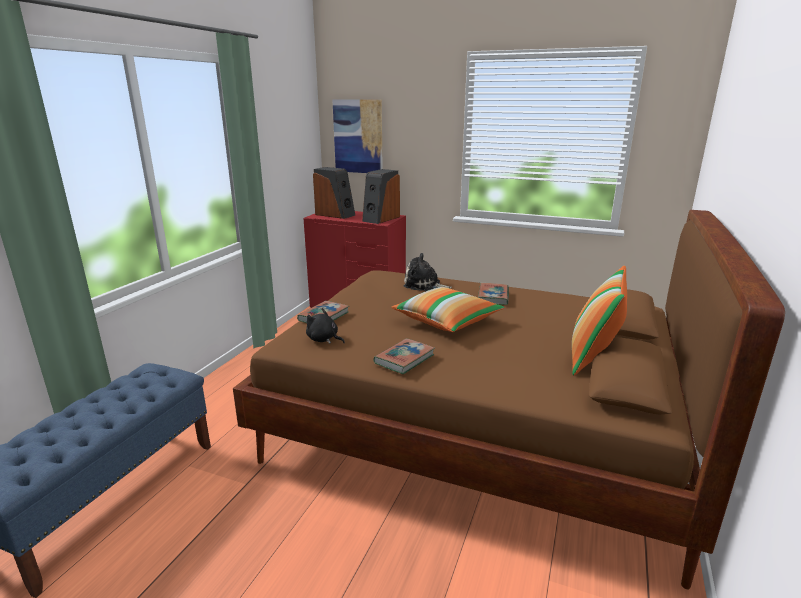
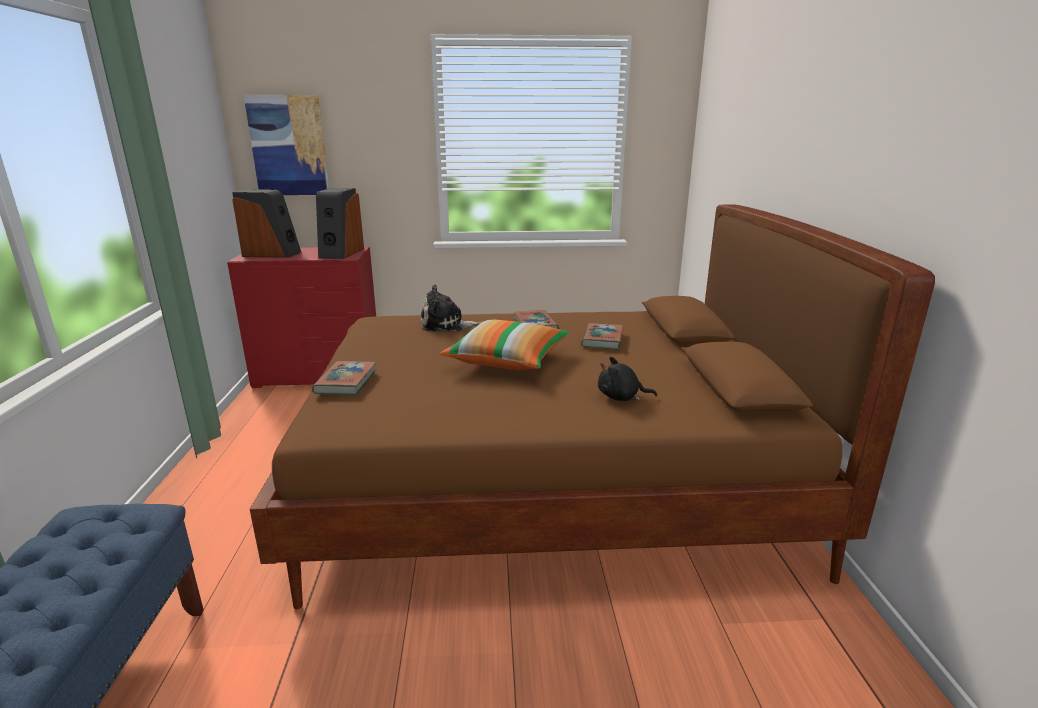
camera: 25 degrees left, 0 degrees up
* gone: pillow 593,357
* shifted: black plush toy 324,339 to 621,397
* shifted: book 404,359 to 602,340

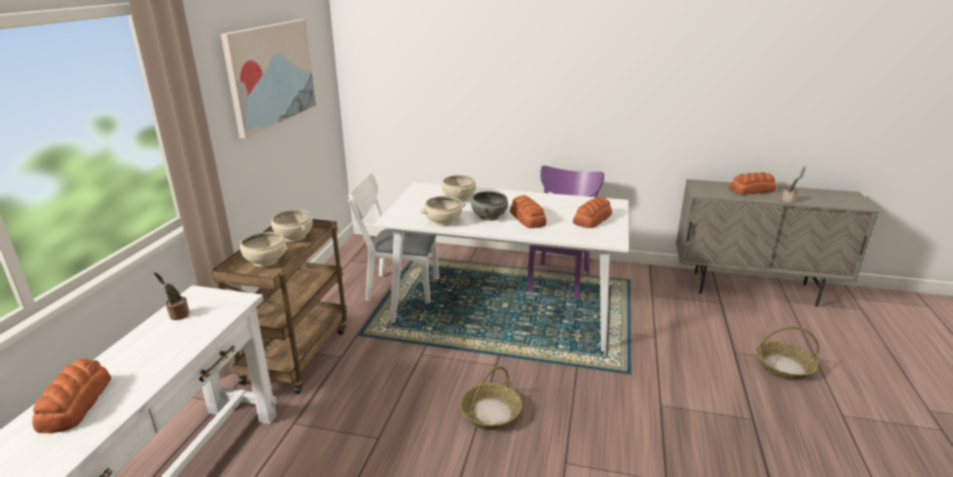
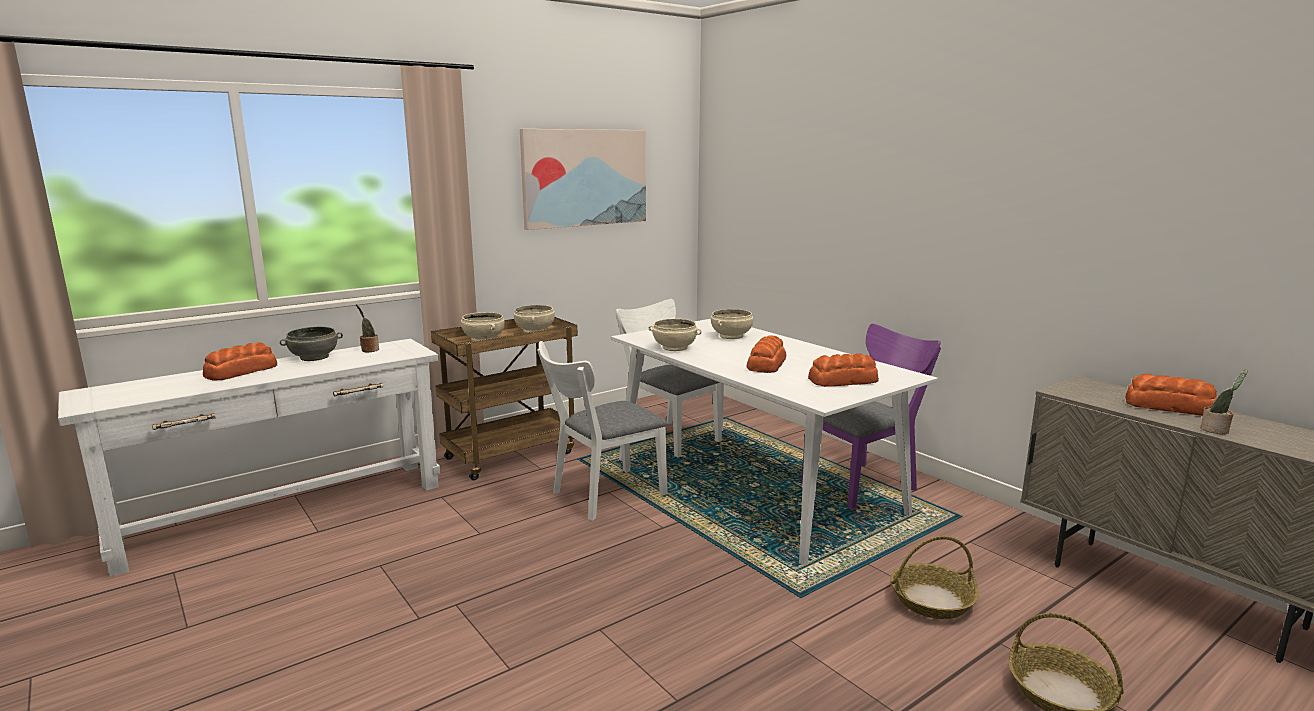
camera: 40 degrees right, 10 degrees down
* new: white chair 602,496
* shifted: basket 490,412 to 932,600
* shifted: grey bowl 488,216 to 314,357

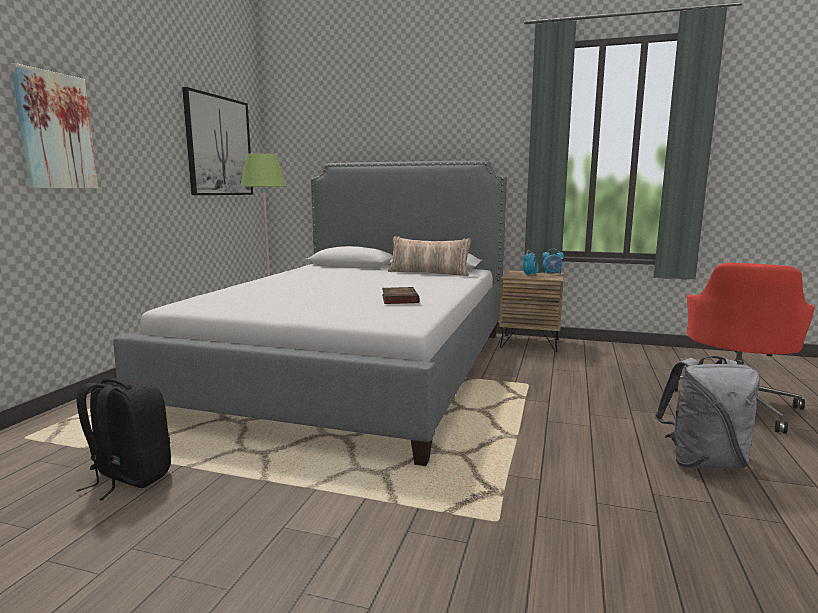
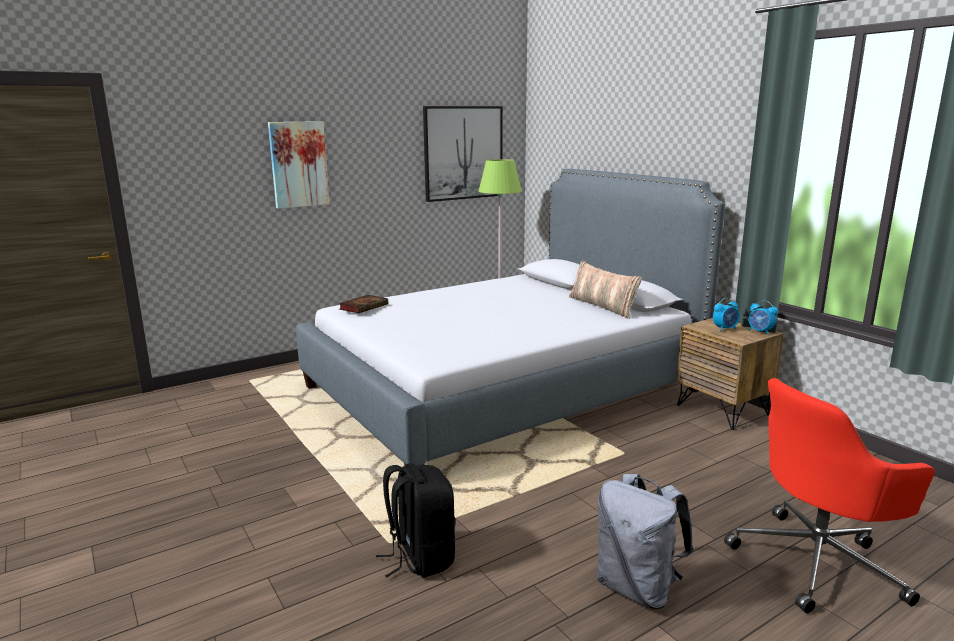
camera: 40 degrees right, 5 degrees up
* shifted: black backpack 129,477 to 420,557
* shifted: book 399,299 to 364,306

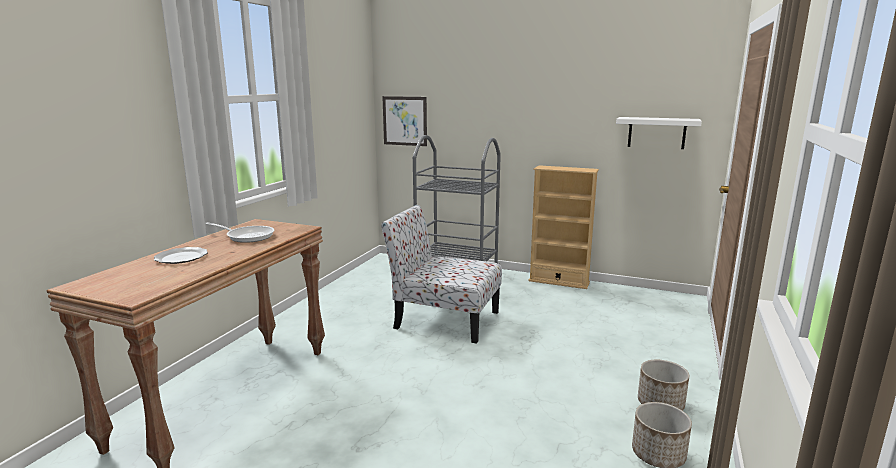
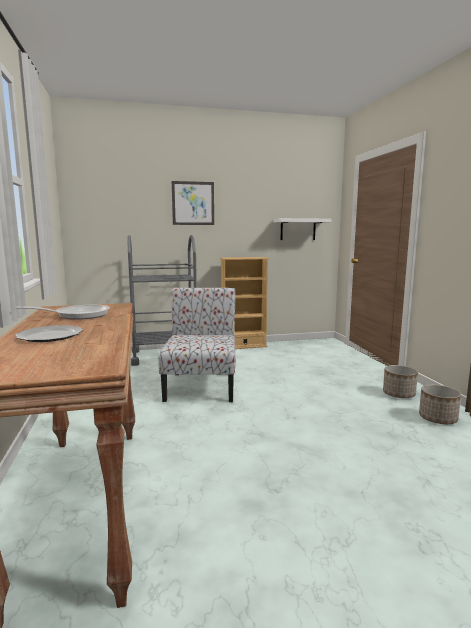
camera: 35 degrees left, 5 degrees down
* shifted: picture 405,121 to 193,203
* rotated: chair 444,320 = 201,385 105 degrees clockwise

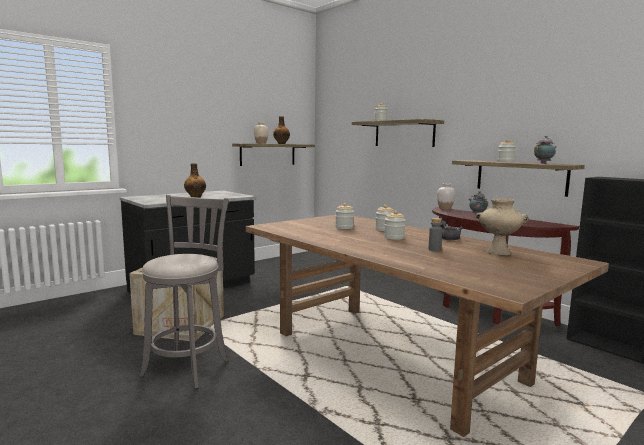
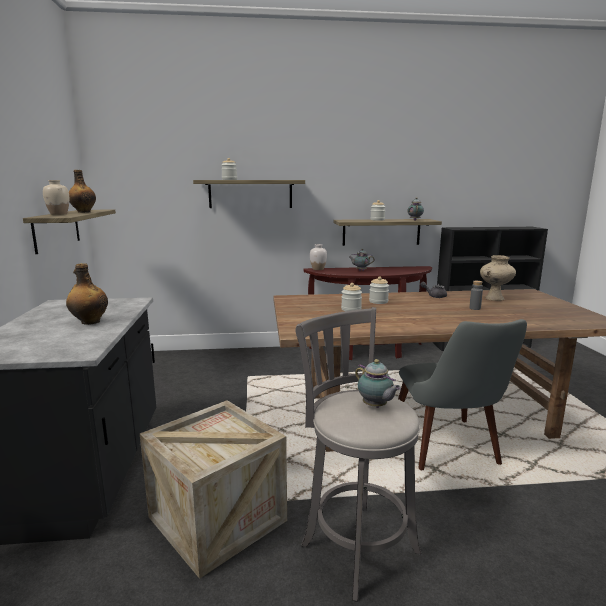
camera: 55 degrees left, 5 degrees up
* gone: jar 394,237
* new: teapot 375,406
* new: grey chair 450,452

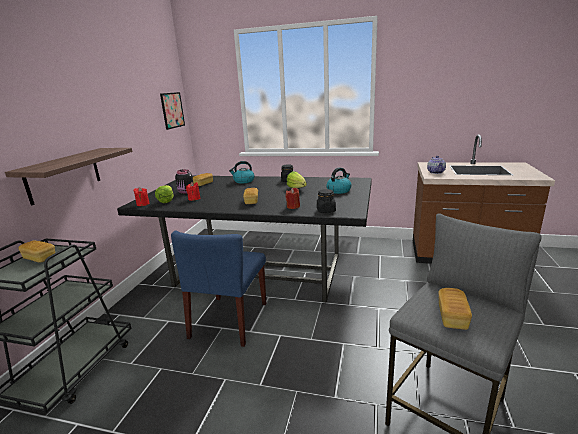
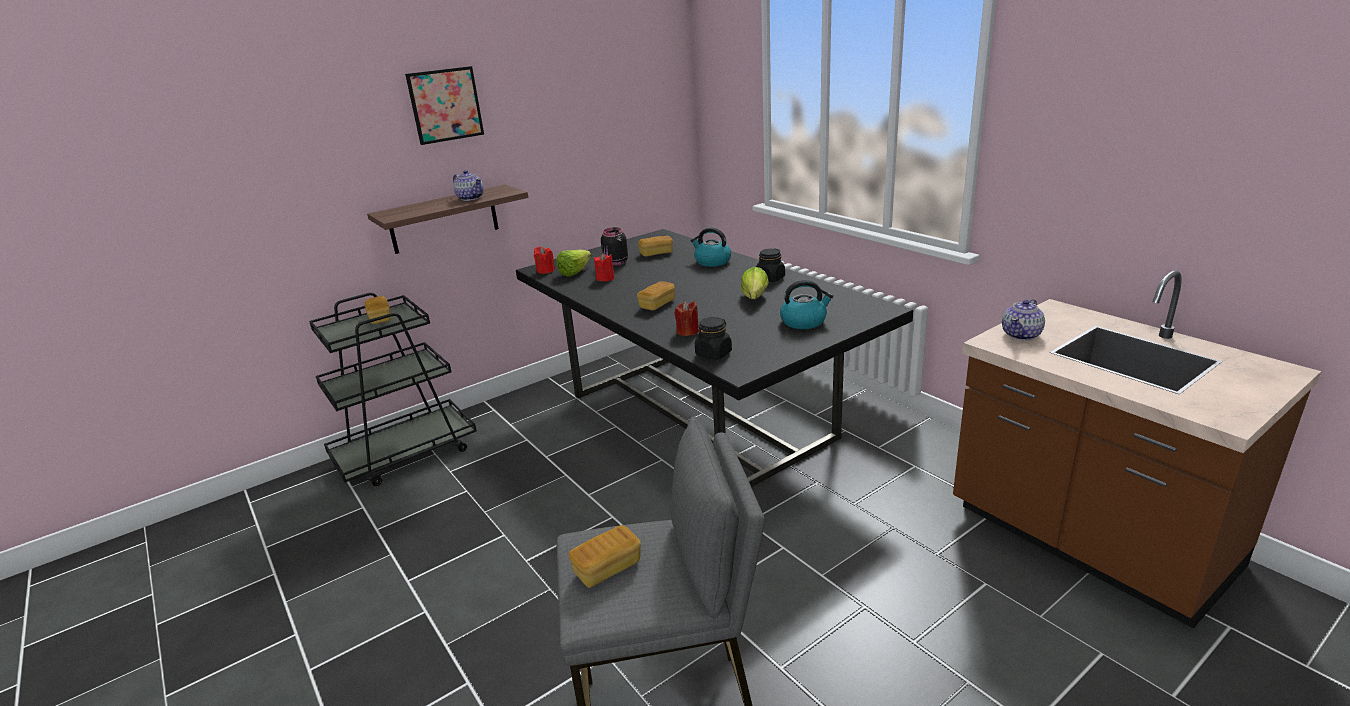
camera: 40 degrees right, 5 degrees up
* gone: blue chair 229,320
* new: teapot 470,198
* shifted: picture 172,110 to 445,105

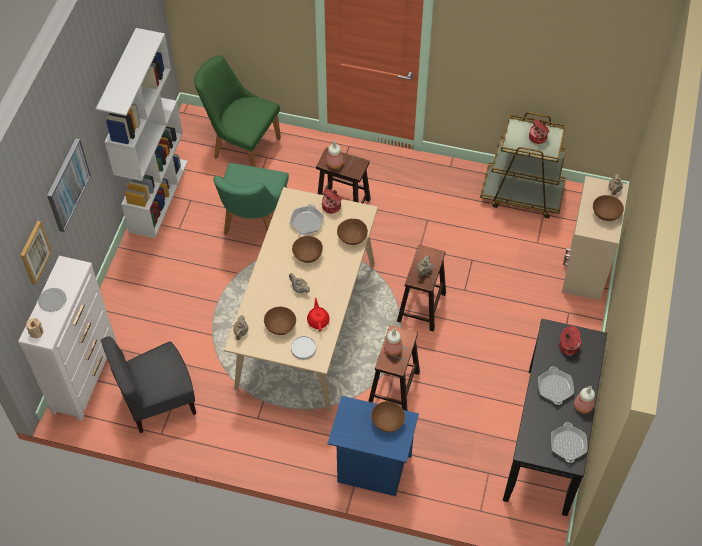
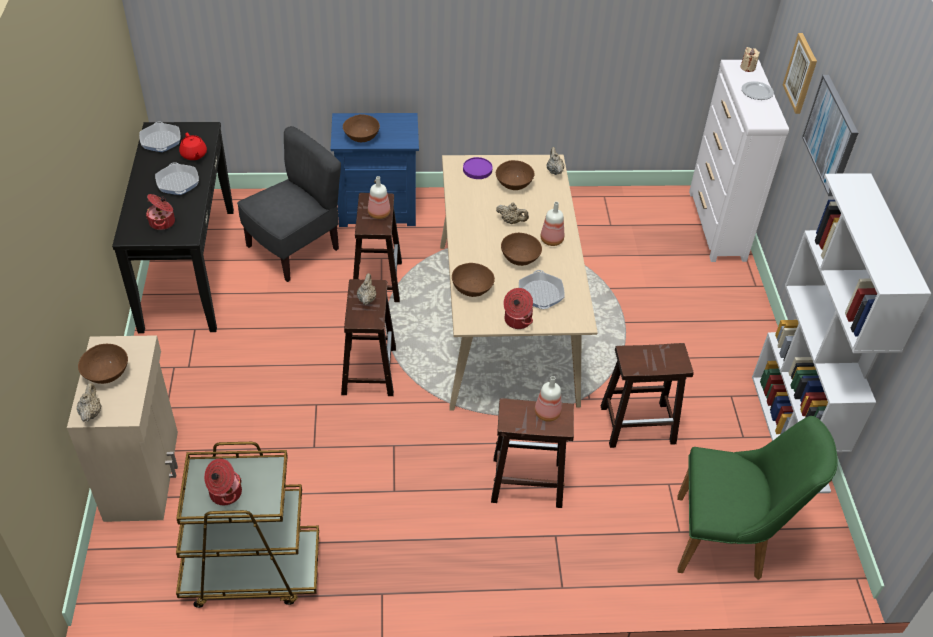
camera: 160 degrees right, 10 degrees down
* shifted: grey chair 158,401 to 294,249
* shifted: red teapot 318,320 to 194,155
* shifted: bottle 582,406 to 552,240
* swapped: green chair 253,224 to brown stool 639,424
* repainted: white plate 303,348 to purple plate 477,170

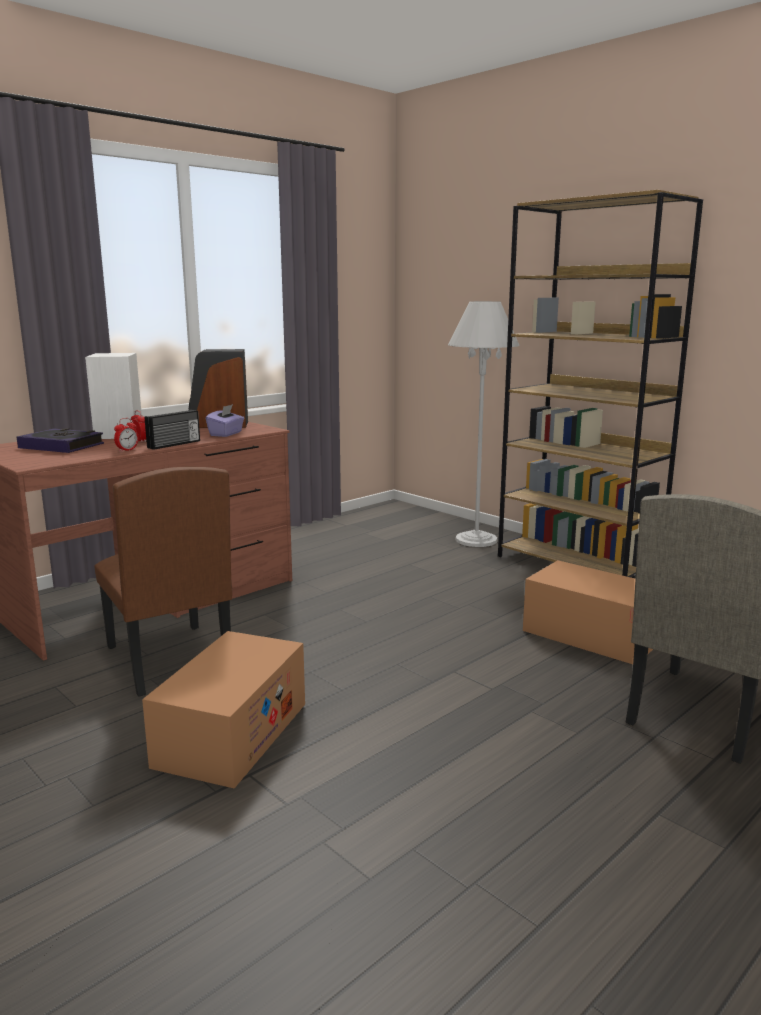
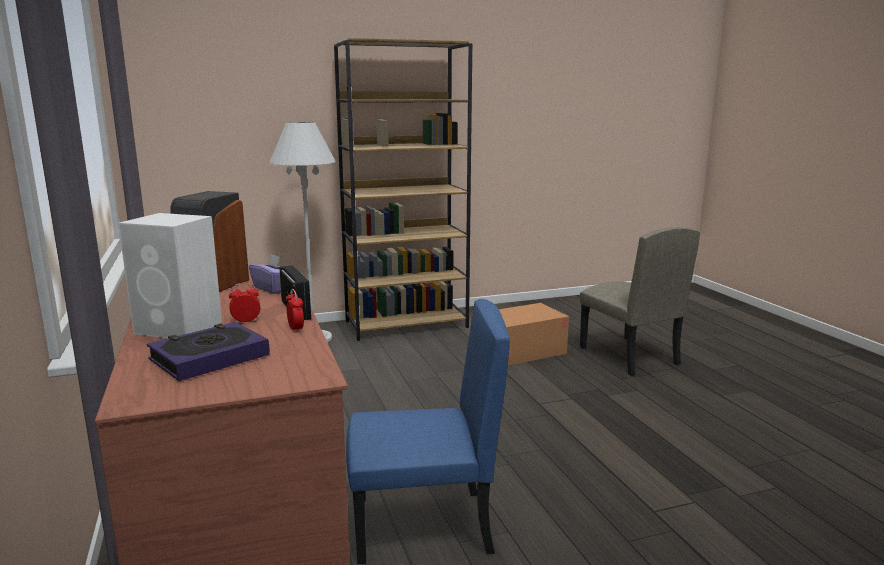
camera: 65 degrees left, 0 degrees up
* gone: cardboard box 232,734
* repainted: brown chair 168,659 to blue chair 422,526

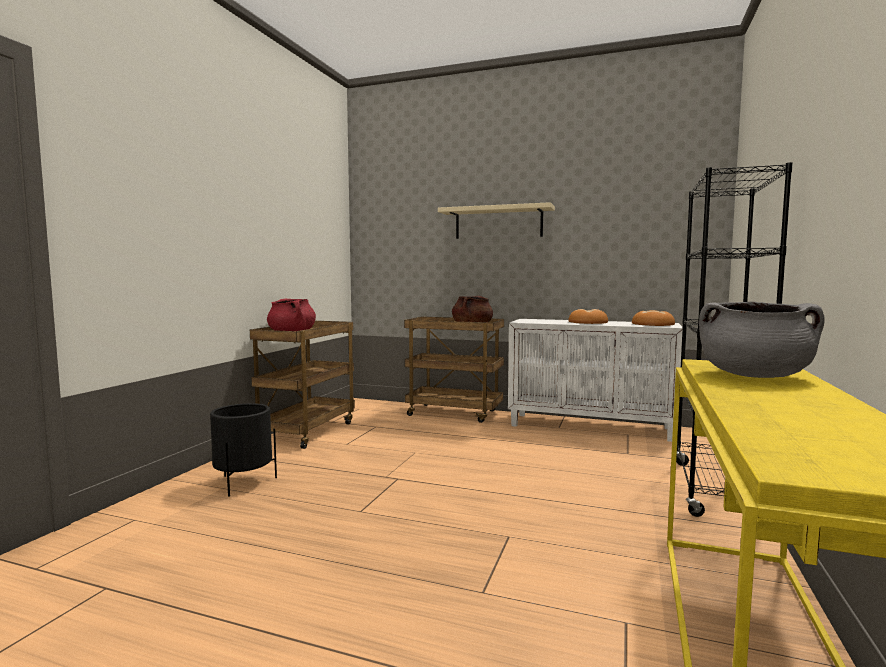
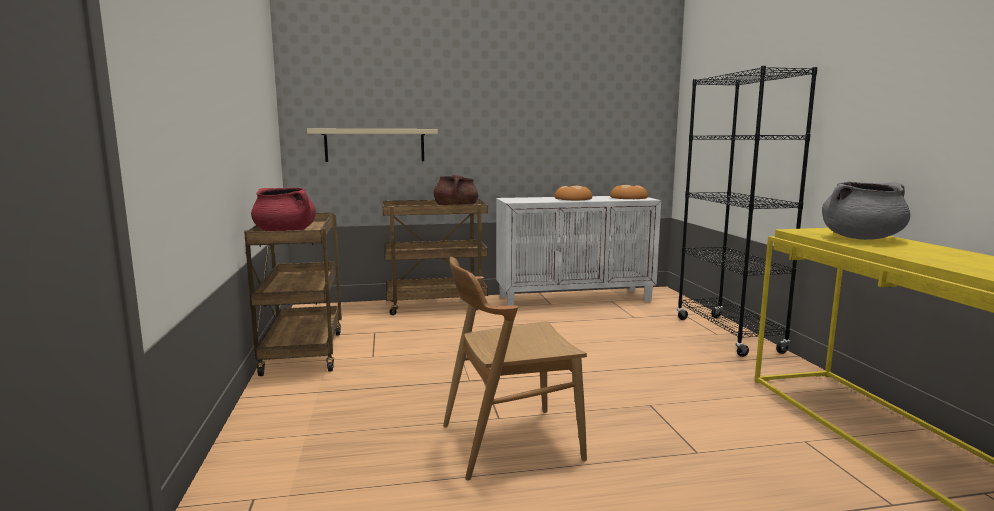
camera: 30 degrees left, 5 degrees up
* gone: black planter 243,483
* new: brown chair 510,442
* shifted: beige shelf 498,223 to 374,145

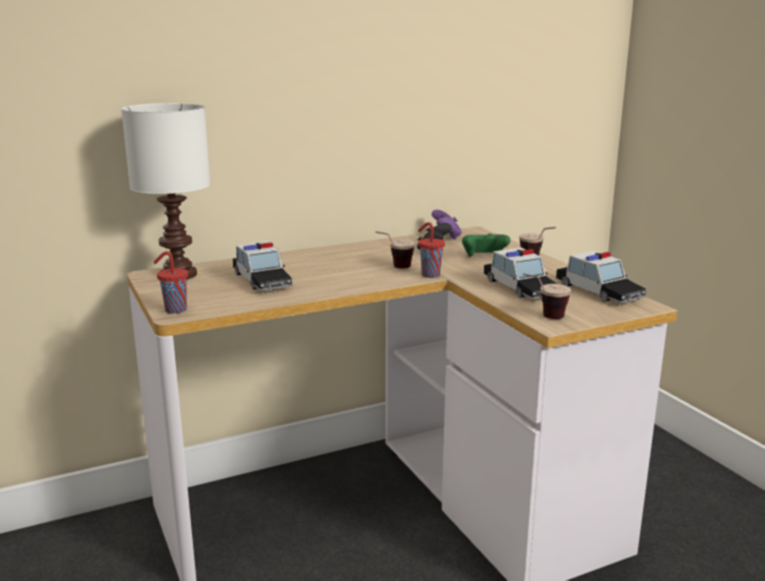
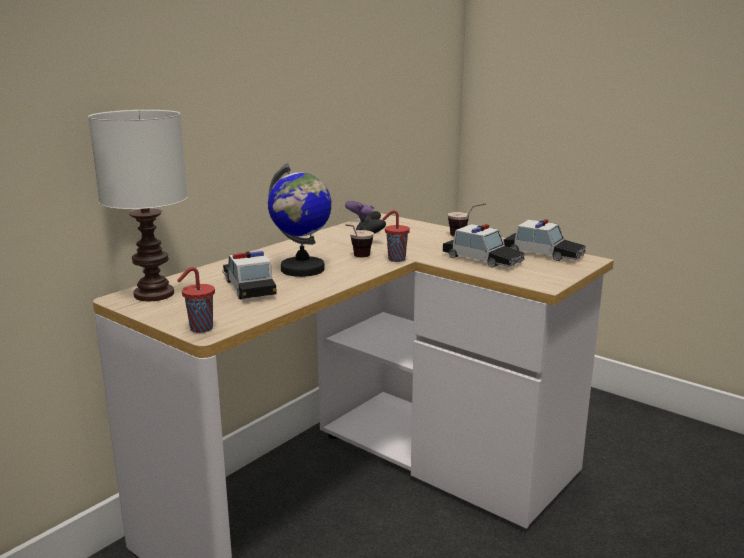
camera: 25 degrees left, 0 degrees up
* gone: green game controller 484,258
* gone: cup 543,318
* new: globe 302,269
* rotated: toy car 261,280 = 249,287 150 degrees counterclockwise

